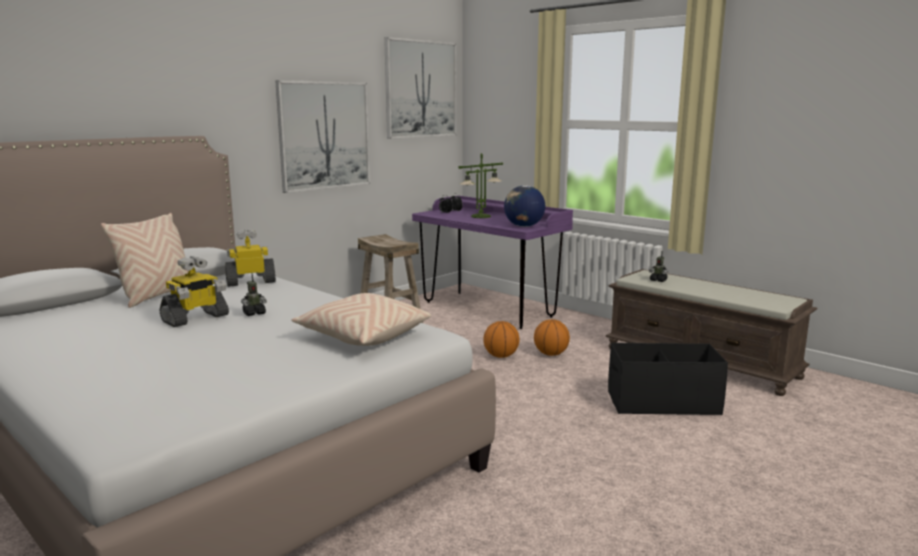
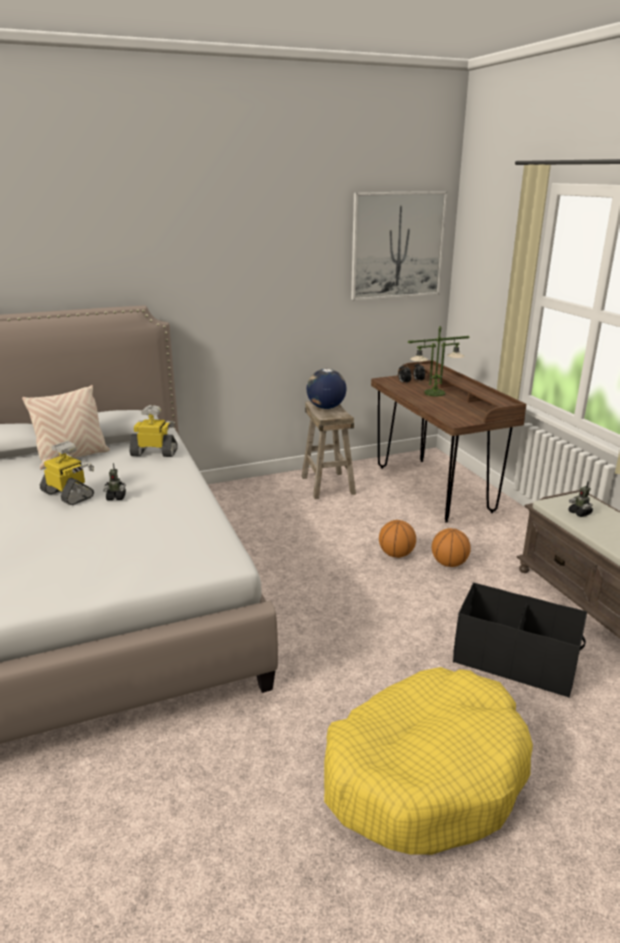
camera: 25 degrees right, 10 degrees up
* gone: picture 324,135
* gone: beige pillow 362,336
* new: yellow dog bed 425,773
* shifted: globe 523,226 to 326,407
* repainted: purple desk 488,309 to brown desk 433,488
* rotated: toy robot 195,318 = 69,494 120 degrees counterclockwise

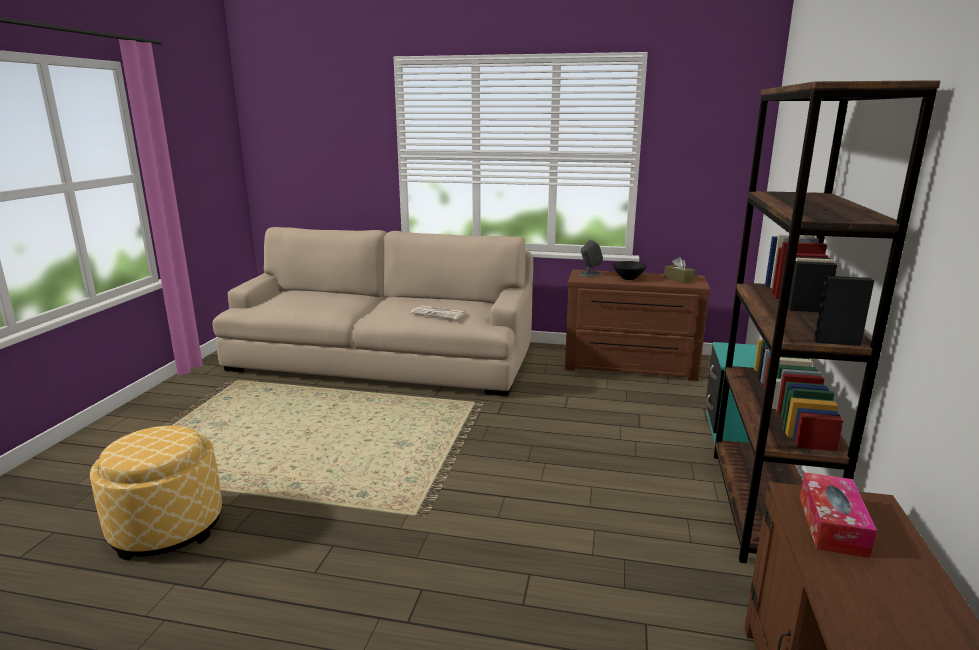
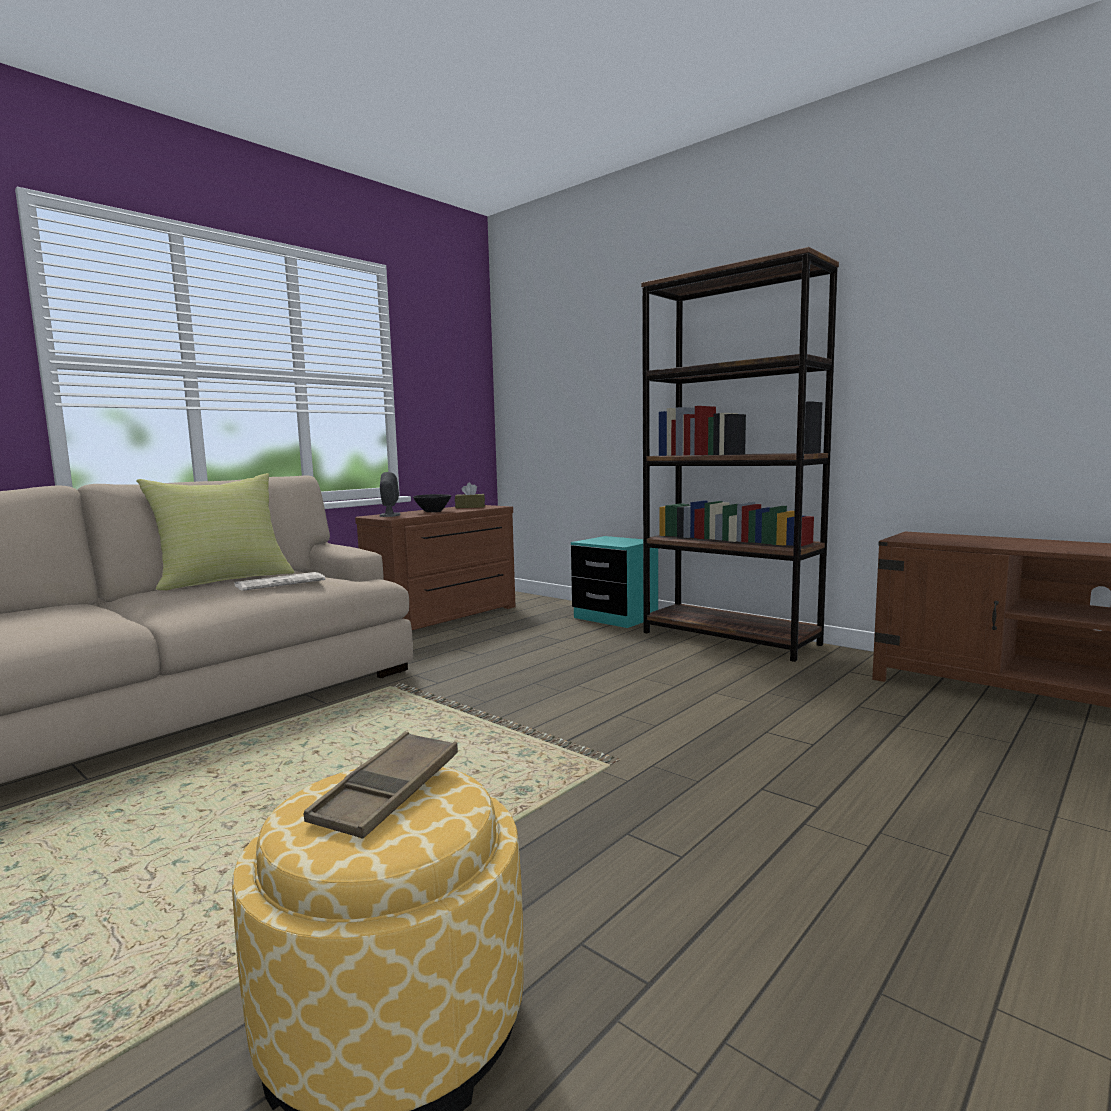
camera: 60 degrees left, 10 degrees down
* gone: tissue box 832,525
* new: yellow pillow 224,580
* new: brown tray 387,793

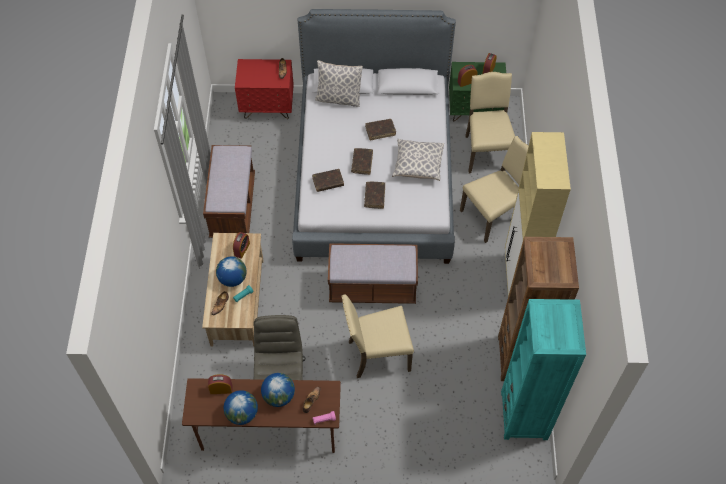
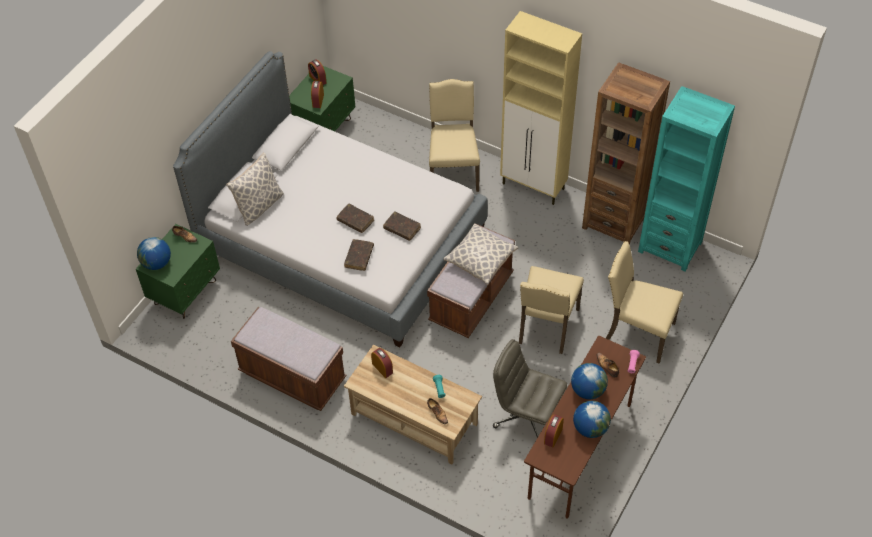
camera: 60 degrees left, 5 degrees down
* gone: brown book 380,131
* shifted: globe 232,279 to 156,263
* shifted: pillow 417,165 to 480,260
* shifted: beige chair 486,151 to 637,332
* repainted: red nightstand 267,107 to green nightstand 185,293

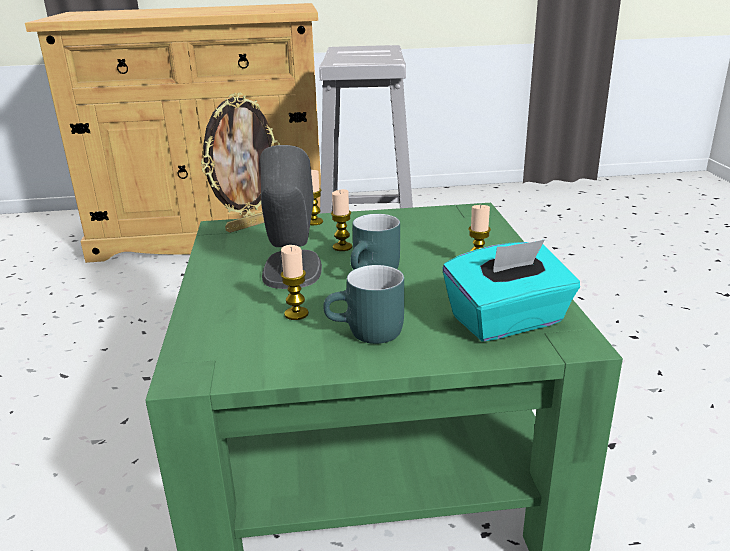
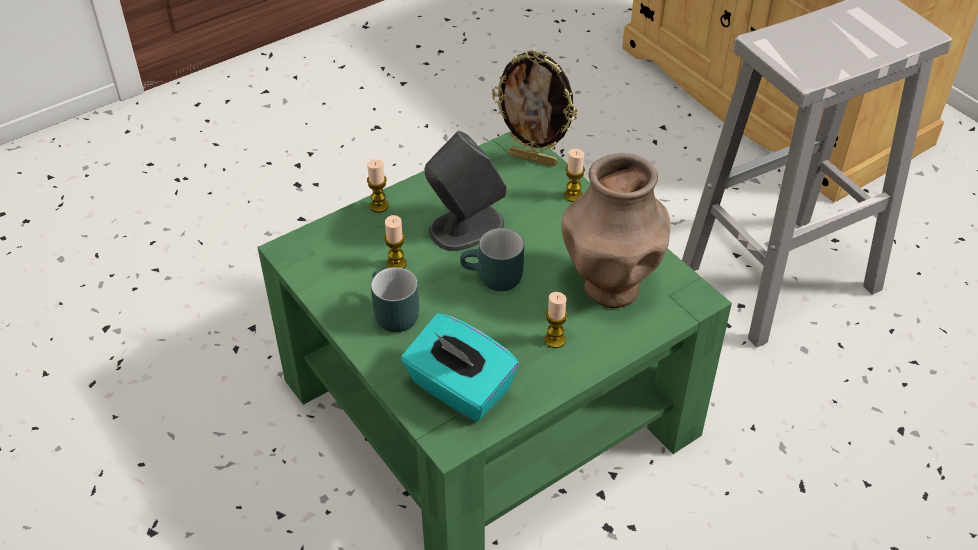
camera: 60 degrees right, 20 degrees up
* new: brown vase 611,286
* shifted: candle 342,247 to 379,206

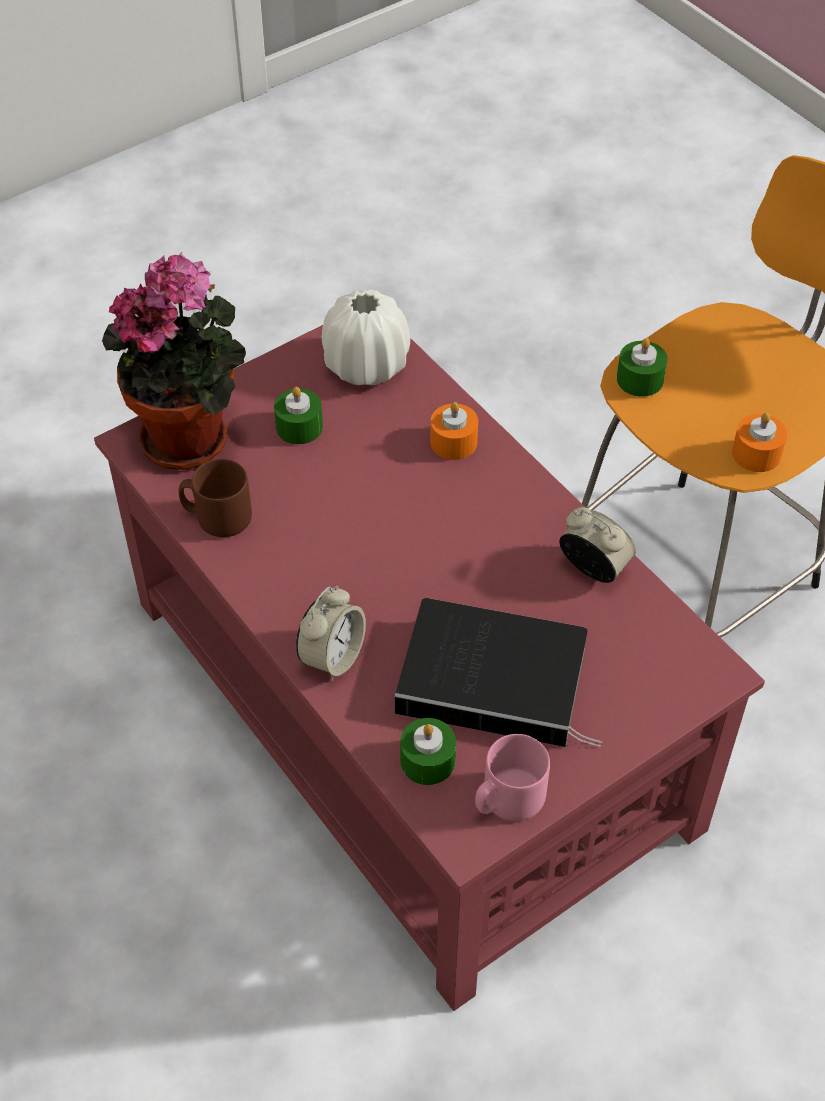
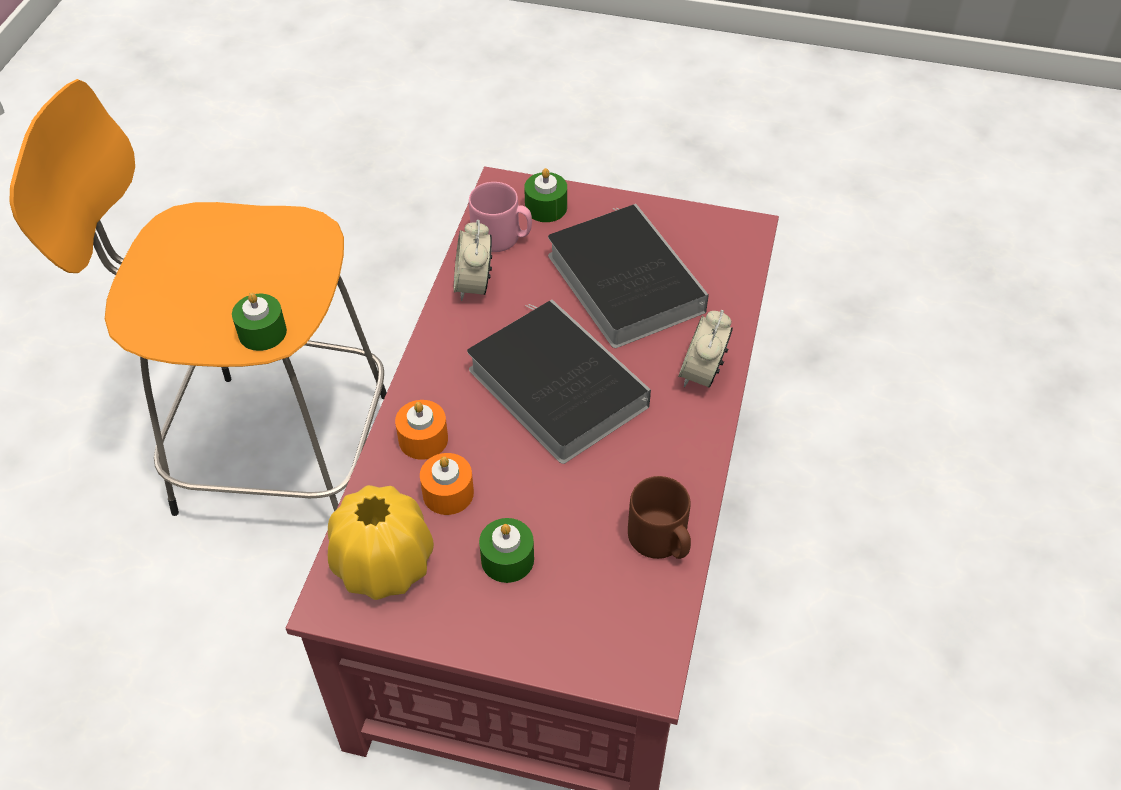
camera: 130 degrees left, 0 degrees up
* gone: potted plant 192,436
* new: book 552,385
* shifted: green candle 427,760 to 546,207
* shifted: pink mug 507,799 to 502,237
* shifted: orange candle 756,453 to 448,493
* repainted: white vase 366,365 to yellow vase 384,564
* rotated: alarm clock 332,657 = 702,373 60 degrees counterclockwise

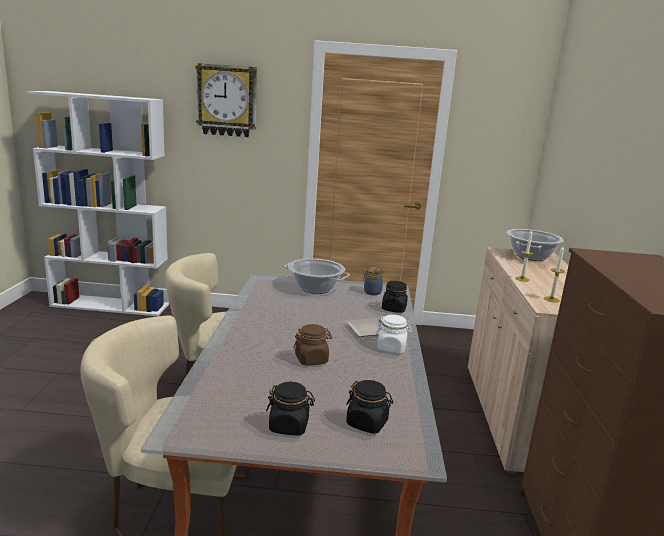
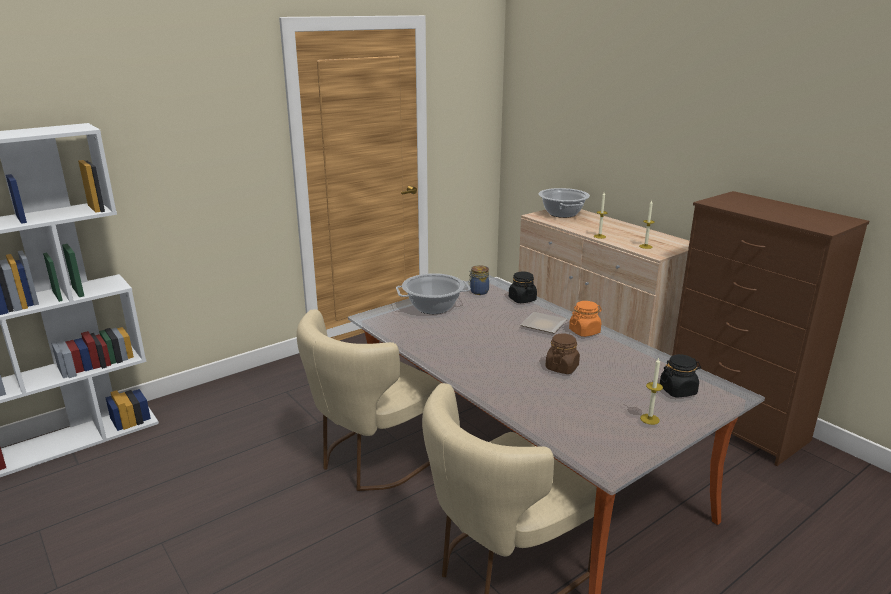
camera: 40 degrees left, 5 degrees up
* gone: wall clock 227,101
* swapped: black jar 289,426 to candle 649,419
* repainted: white jar 392,348 to orange jar 584,331

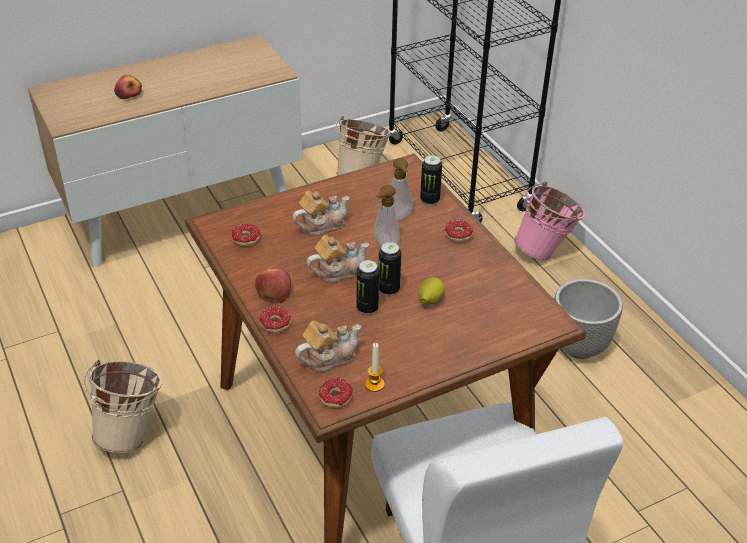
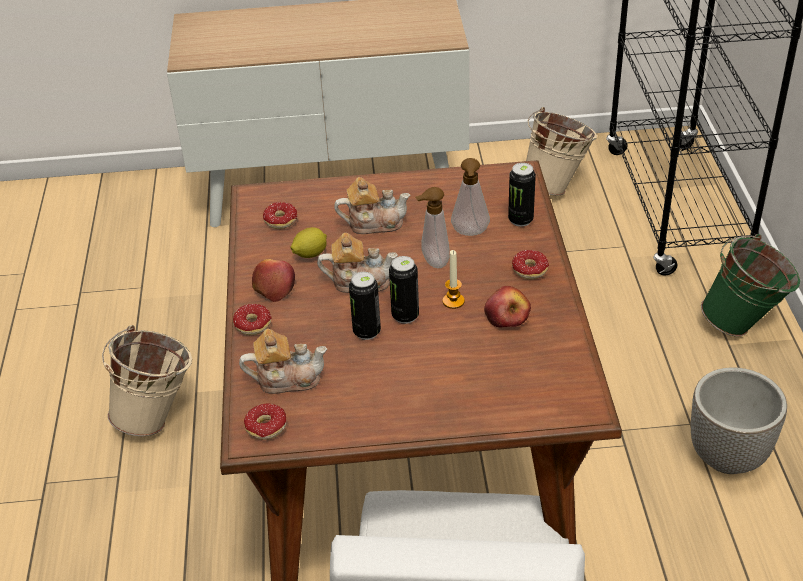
camera: 25 degrees right, 0 degrees up
* shifted: apple 129,94 to 507,316
* shifted: candle 374,384 to 453,301
* shifted: lemon 430,301 to 310,254
* repainted: pink bucket 545,250 to green bucket 744,324

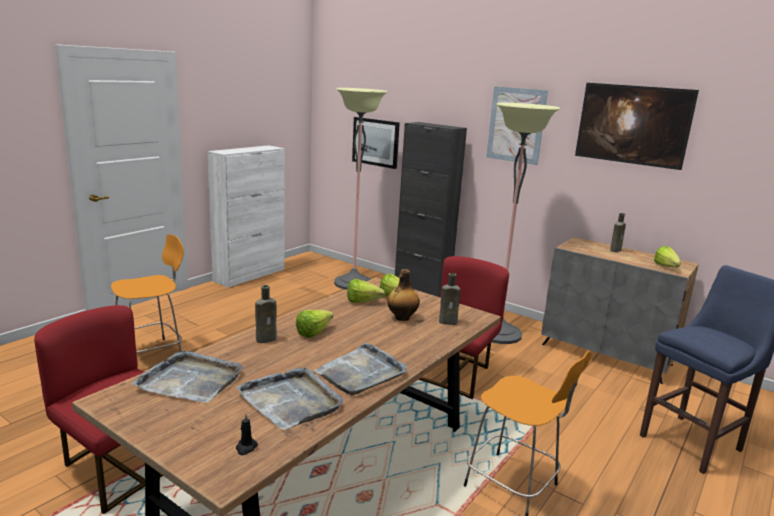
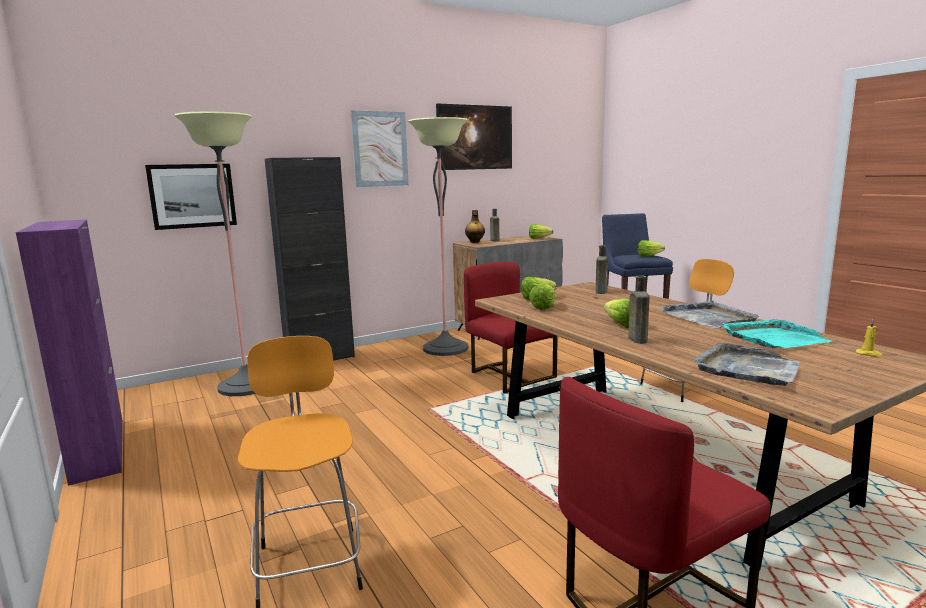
camera: 65 degrees left, 5 degrees down
* new: lettuce 651,256
* shifted: bottle 401,318 to 475,242
* repainted: white cabinet 250,275 to purple cabinet 98,449
* repainted: grey tray 291,400 to turquoise tray 773,338
* repainted: black candle 246,448 to yellow candle 869,354

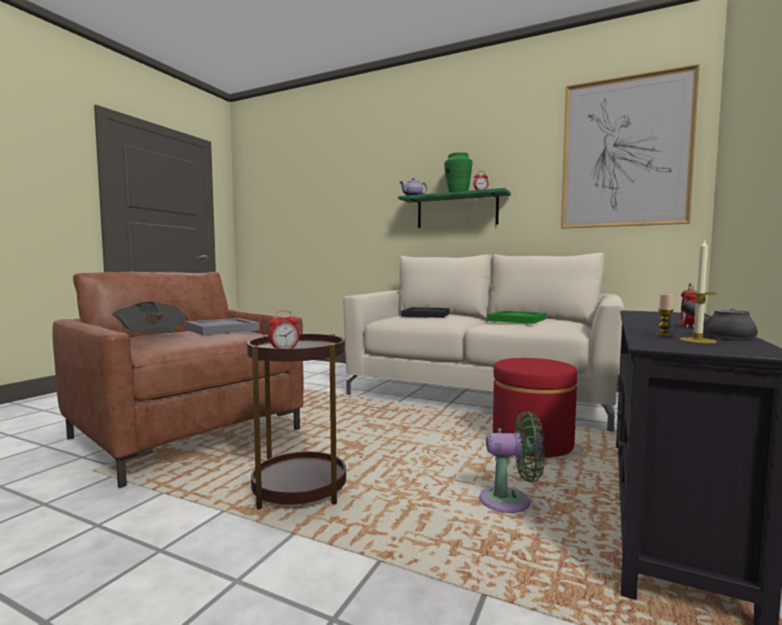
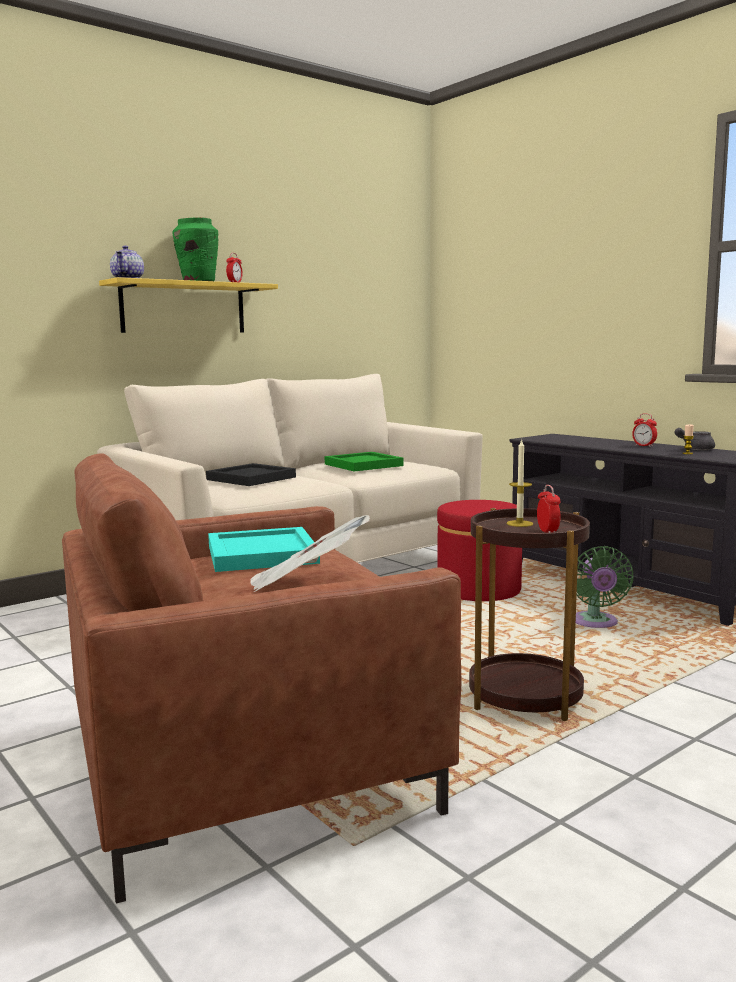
camera: 65 degrees left, 5 degrees up
* gone: picture 625,152
* shifted: candle 697,340 to 519,523
* repainted: grey tray 223,329 to turquoise tray 263,554
* repainted: green shelf 457,211 to yellow shelf 183,308
* rotated: green fan 510,502 = 595,623 150 degrees clockwise

